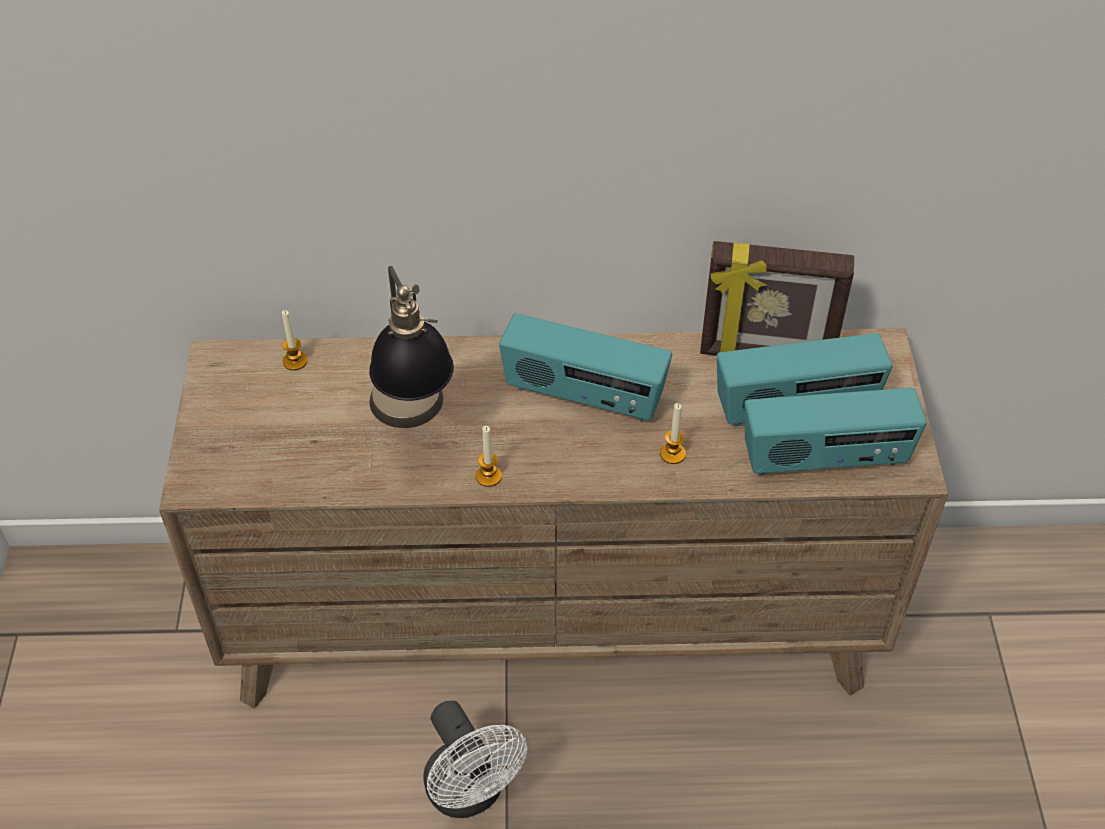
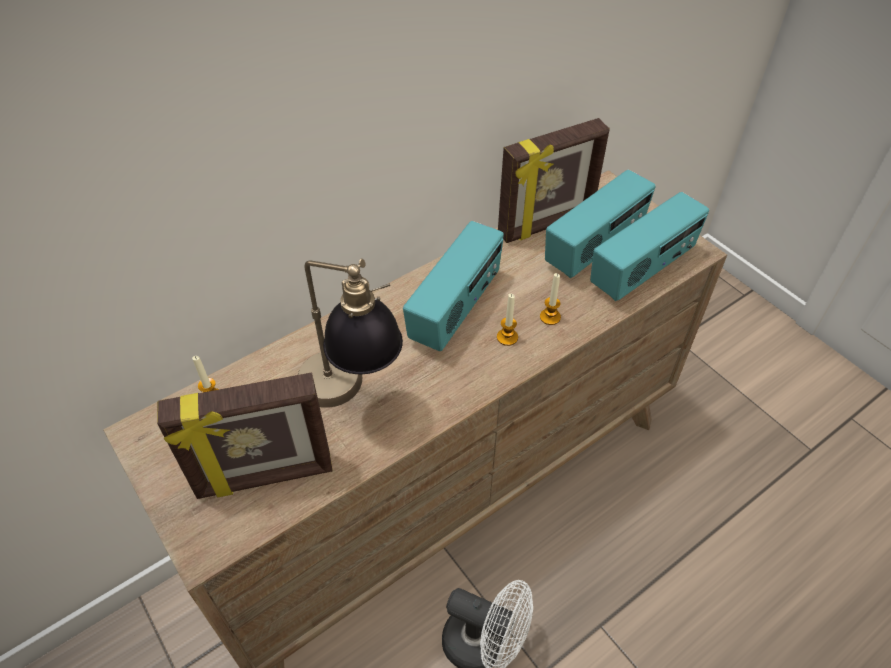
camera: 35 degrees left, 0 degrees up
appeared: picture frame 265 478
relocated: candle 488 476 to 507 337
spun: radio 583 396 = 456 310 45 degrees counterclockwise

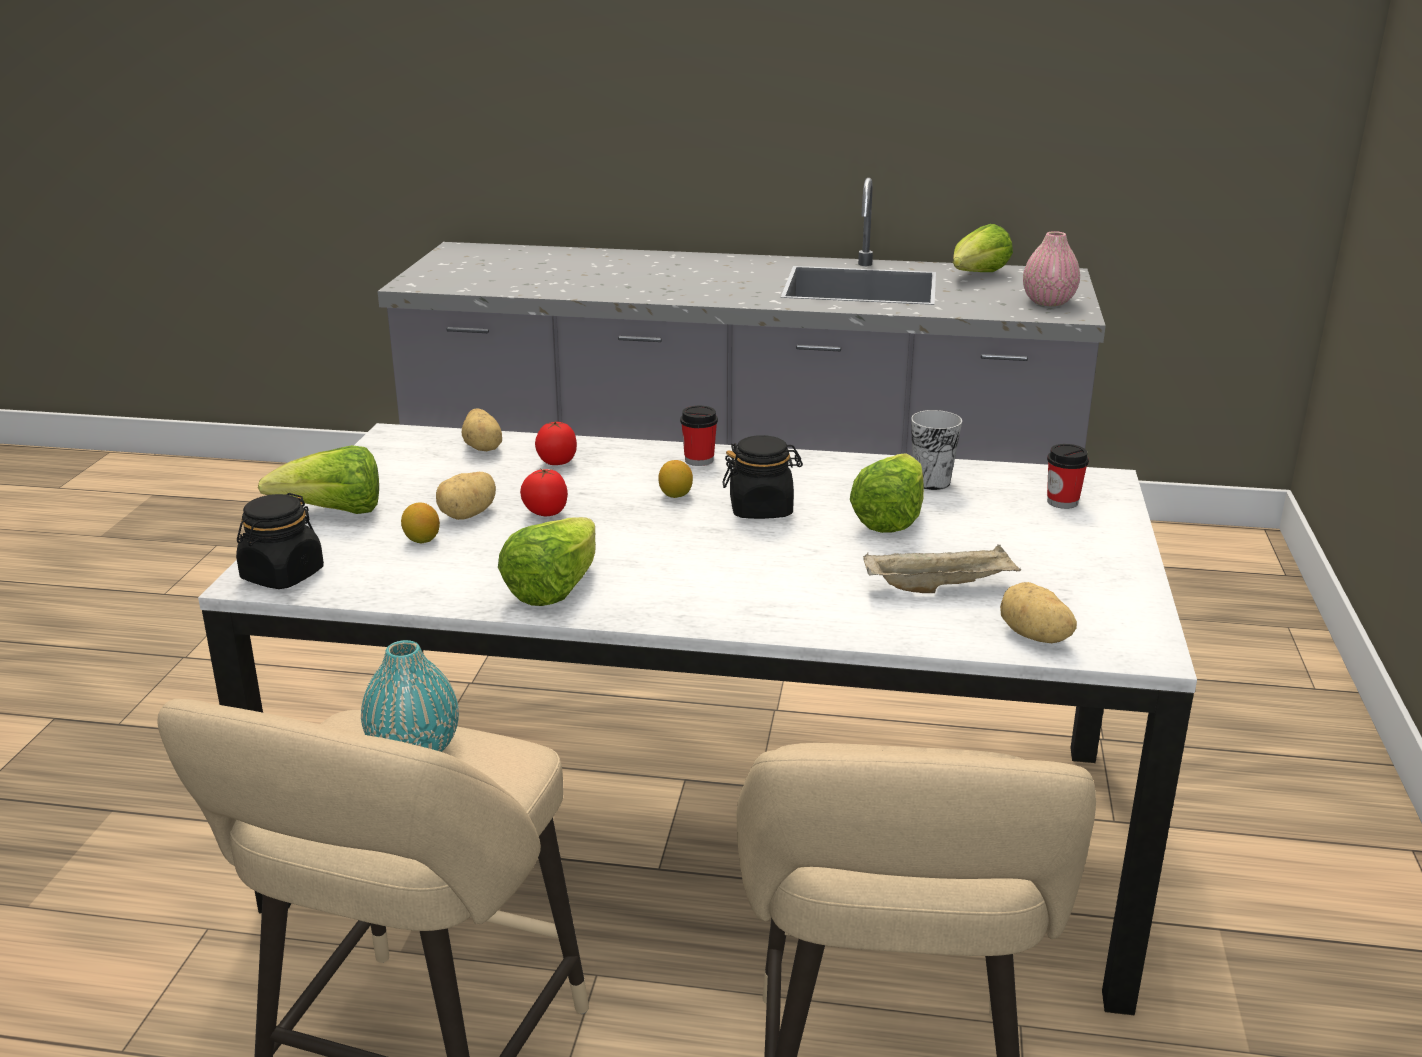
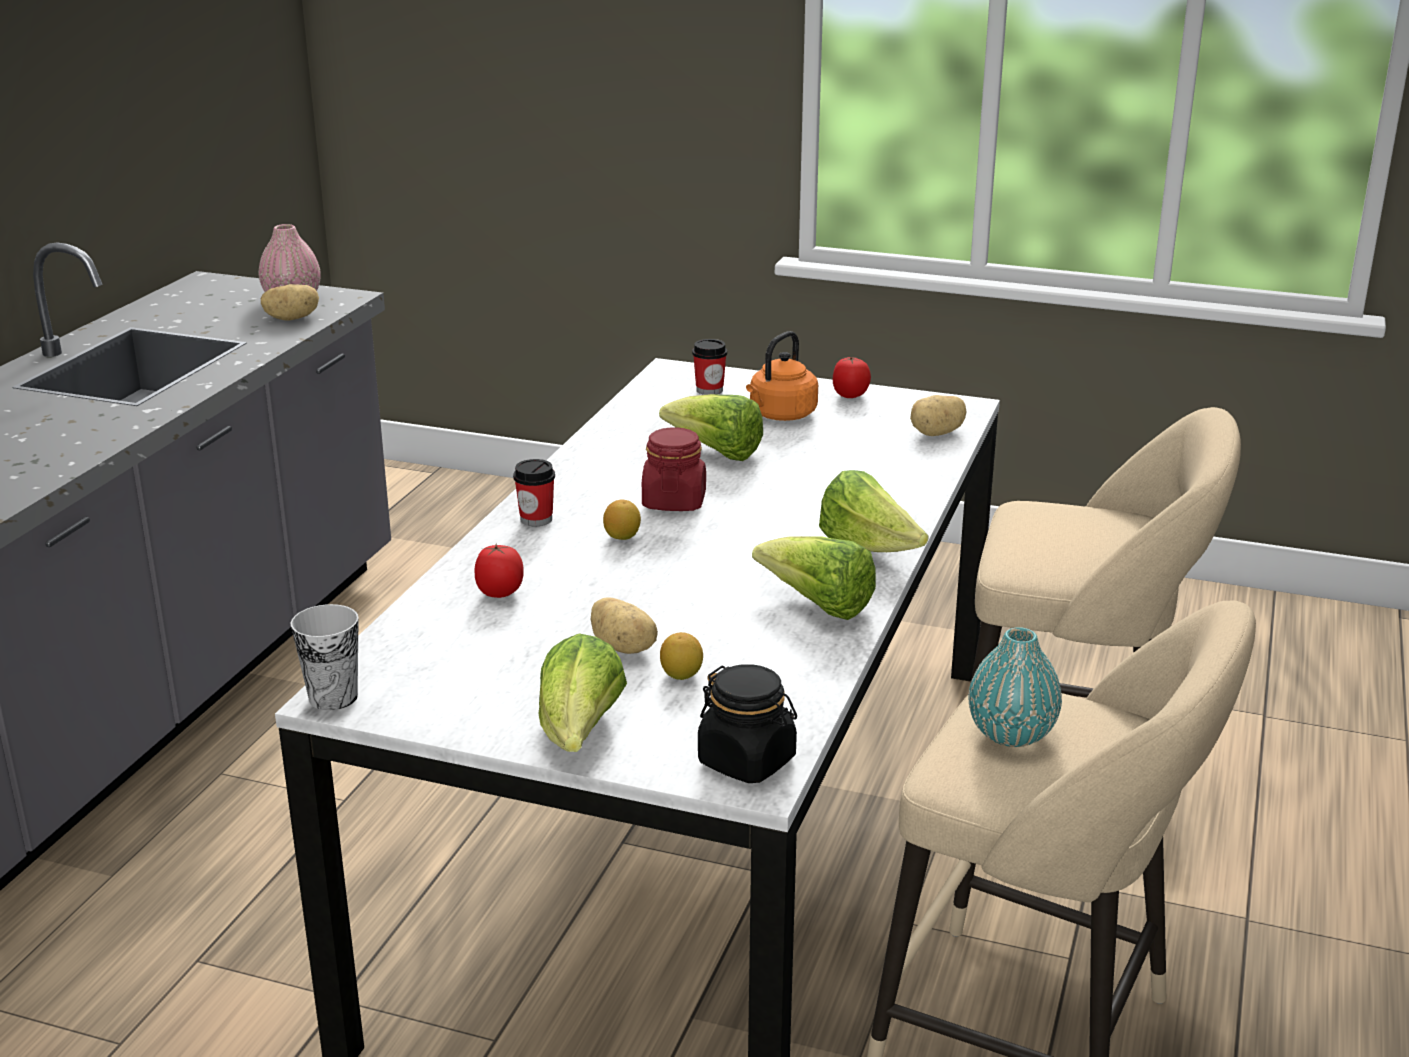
camera: 80 degrees left, 0 degrees up
missing: tray (beige) 940 587
appeared: kettle (orange) 780 415
relocated: potato 483 448 to 292 318; tomato 545 513 to 850 396; cup 931 482 to 333 697; lettuce 978 275 to 868 548
colour: jar (black) 761 509 to jar (red) 674 501

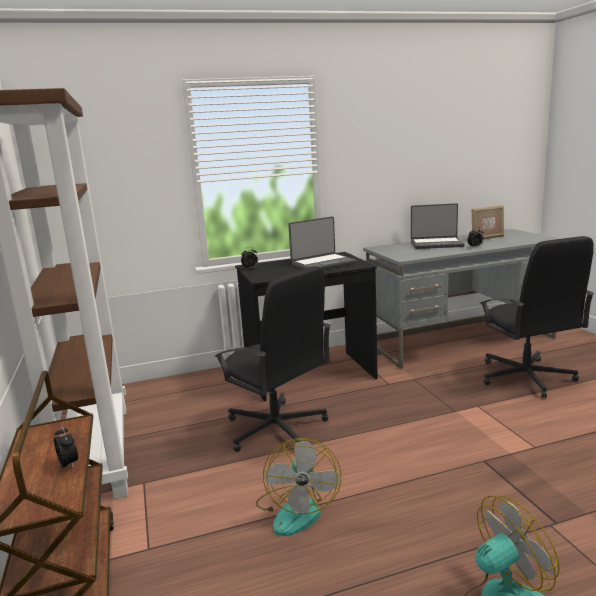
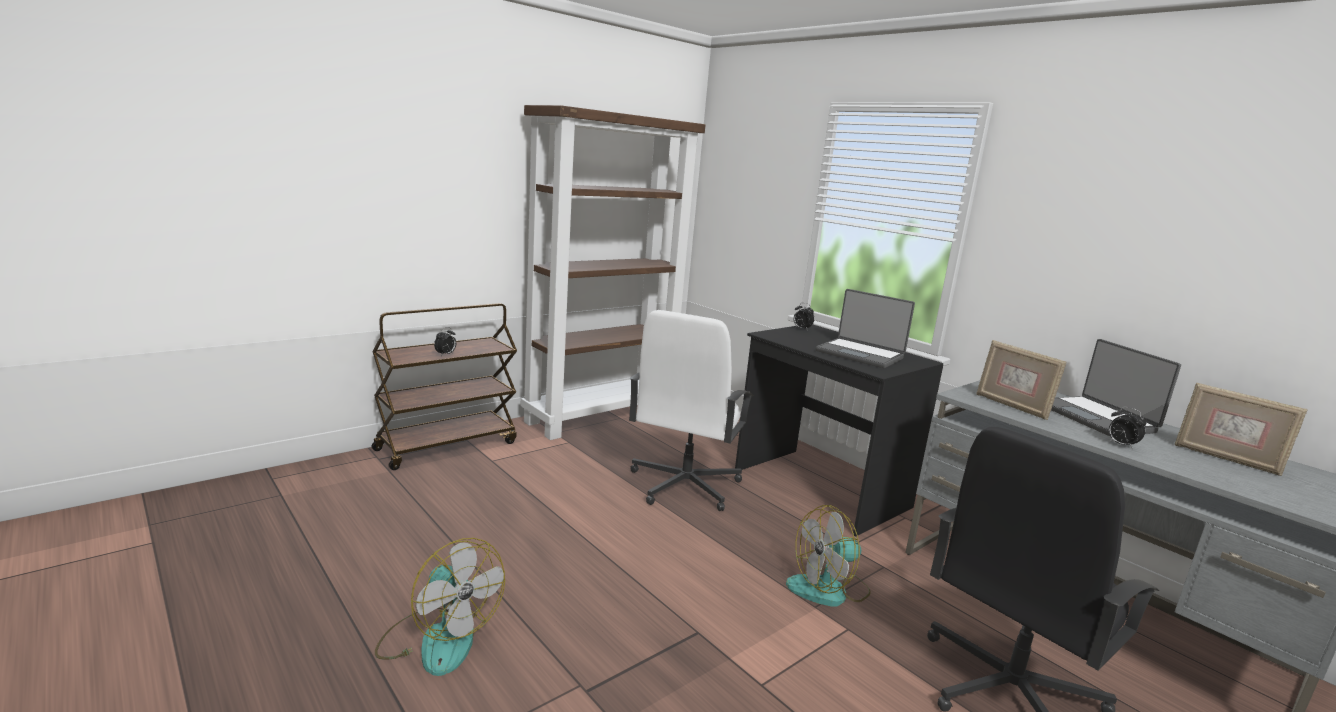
camera: 65 degrees right, 0 degrees up
appeared: picture frame 1012 406
relocated: fan 297 509 to 829 589
colour: office chair (black) 276 429 to office chair (white) 684 485

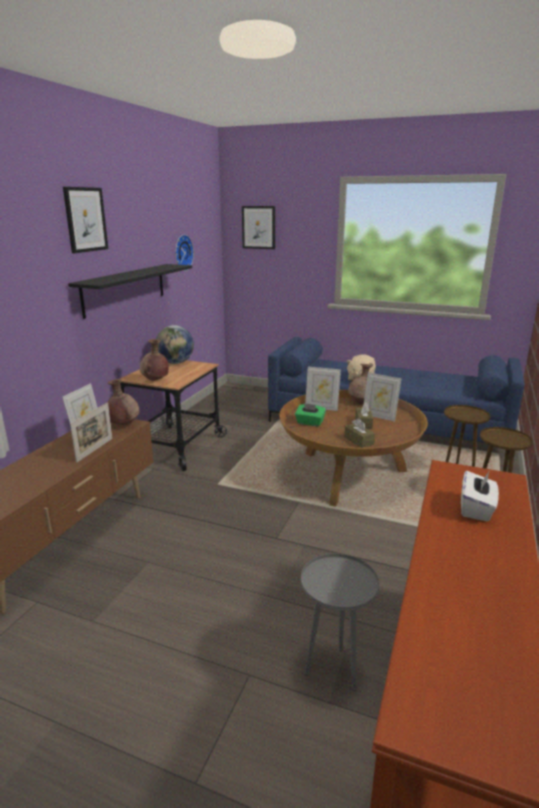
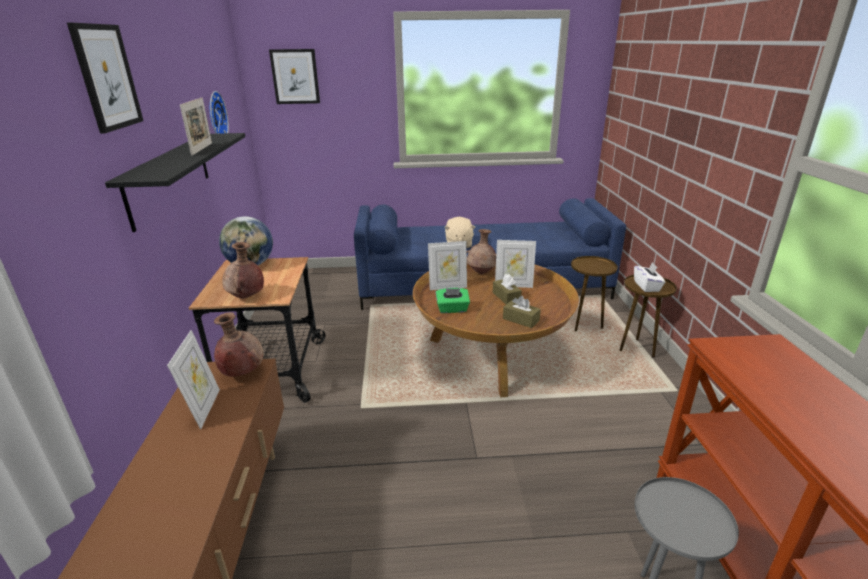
camera: 25 degrees left, 5 degrees up
relocated: picture frame 95 450 to 202 149; tissue box (white) 476 509 to 647 286

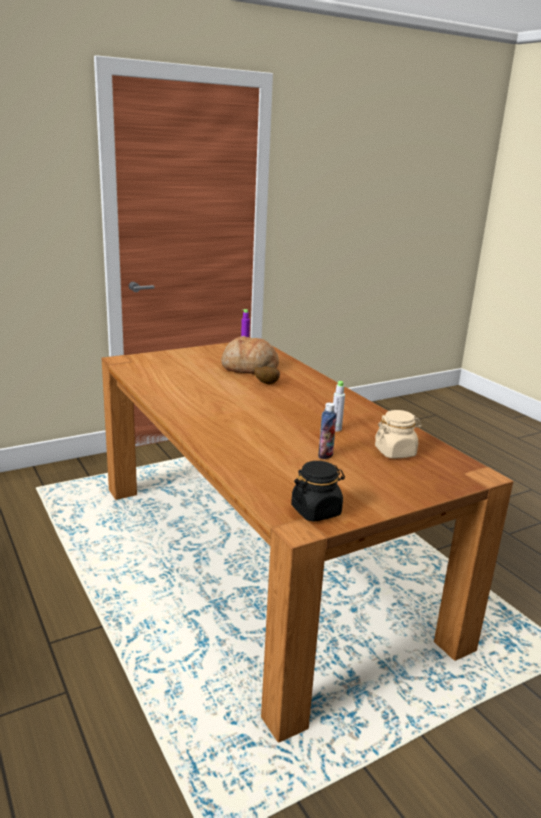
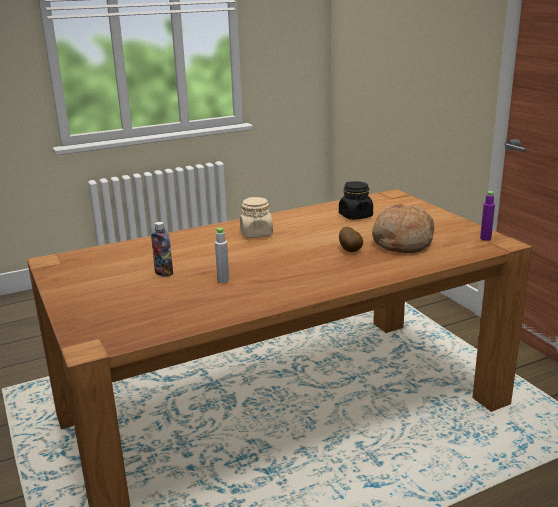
camera: 95 degrees right, 0 degrees up
relocated: jar (black) 316 511 to 356 216; jar (beige) 395 452 to 256 234

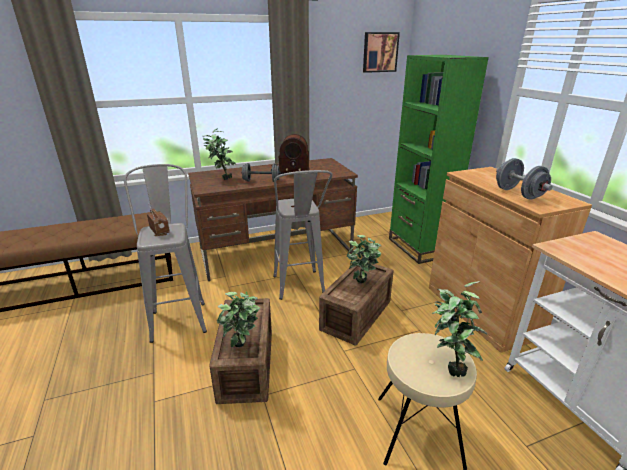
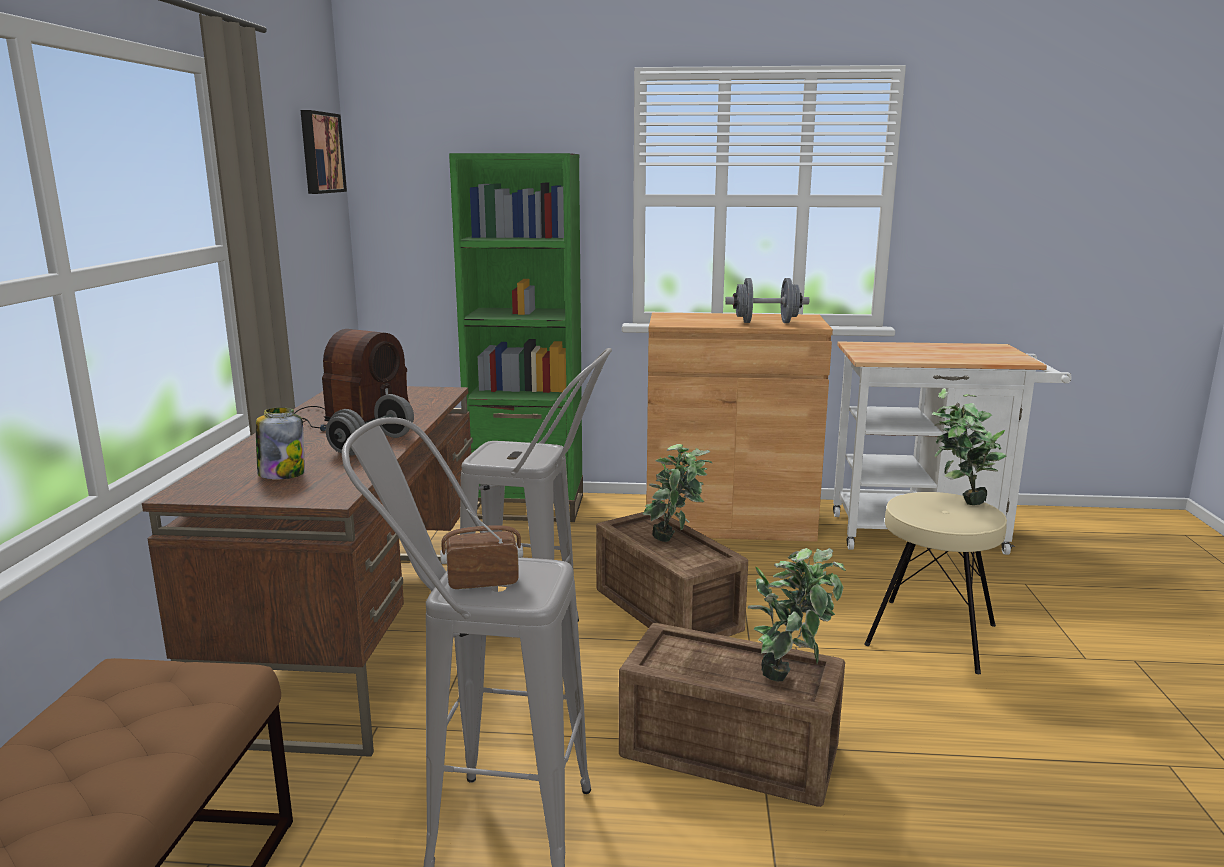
camera: 65 degrees left, 10 degrees down
exchanged: potted plant 222 178 to jar 282 474

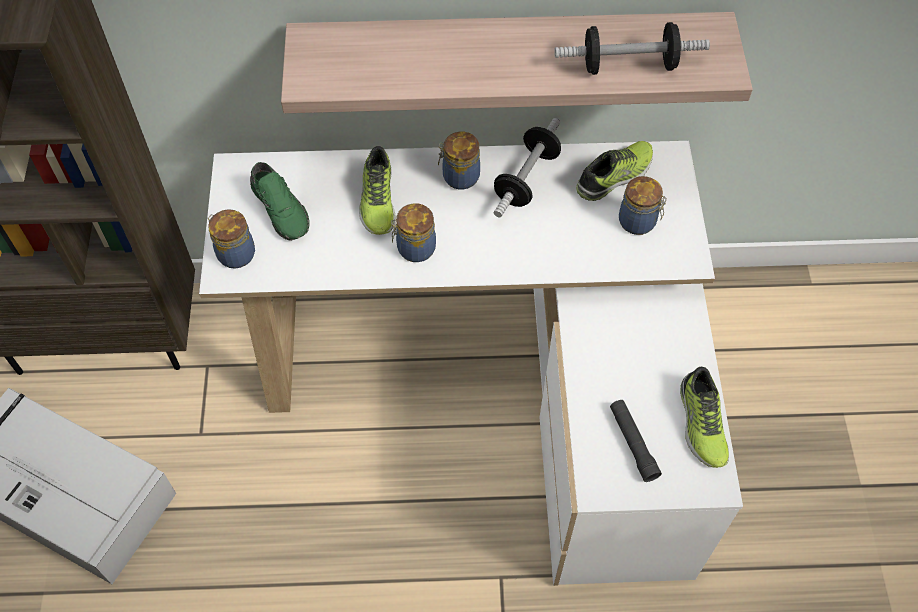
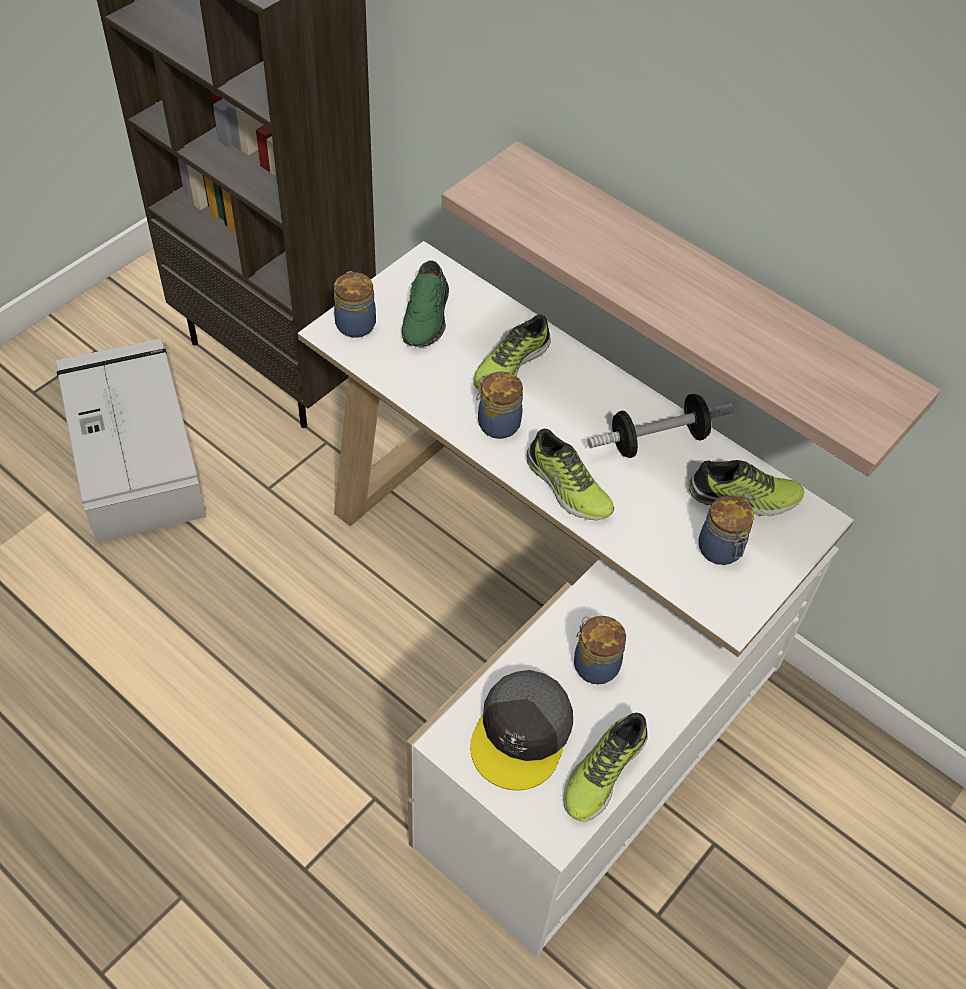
camera: 40 degrees right, 5 degrees down
missing: dumbbell 628 65
appeared: shoe 566 487
relocated: jar 459 176 to 594 664
exchanged: flashlight (black) 633 443 to cap (grey) 522 734

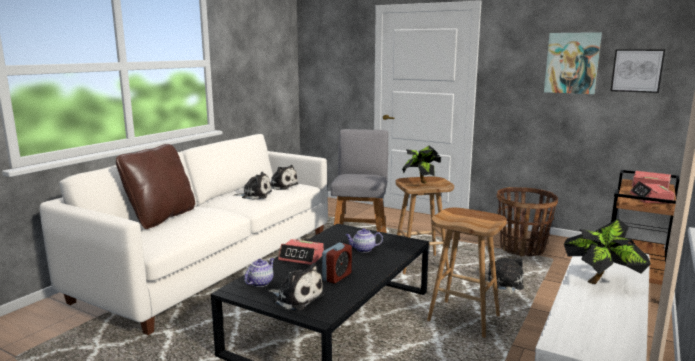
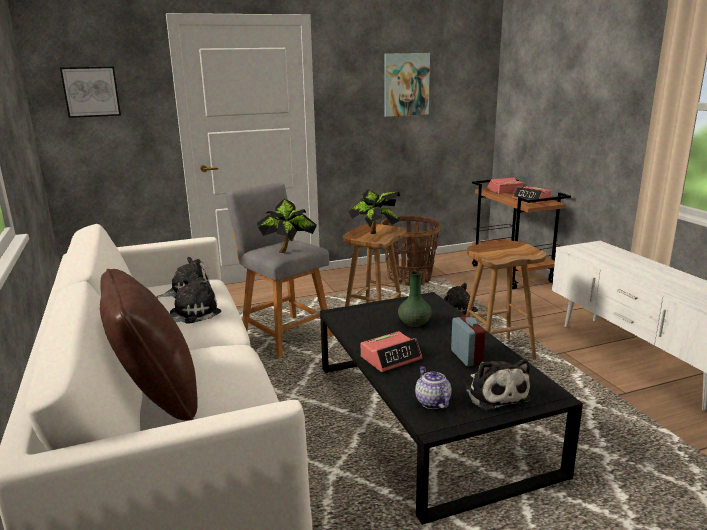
camera: 50 degrees left, 5 degrees up
relocated: potted plant 602 282 to 288 250; picture 637 70 to 91 92
exchanged: teapot 363 249 to vase (green) 414 323
spun: plush toy 296 297 = 495 394 90 degrees clockwise

